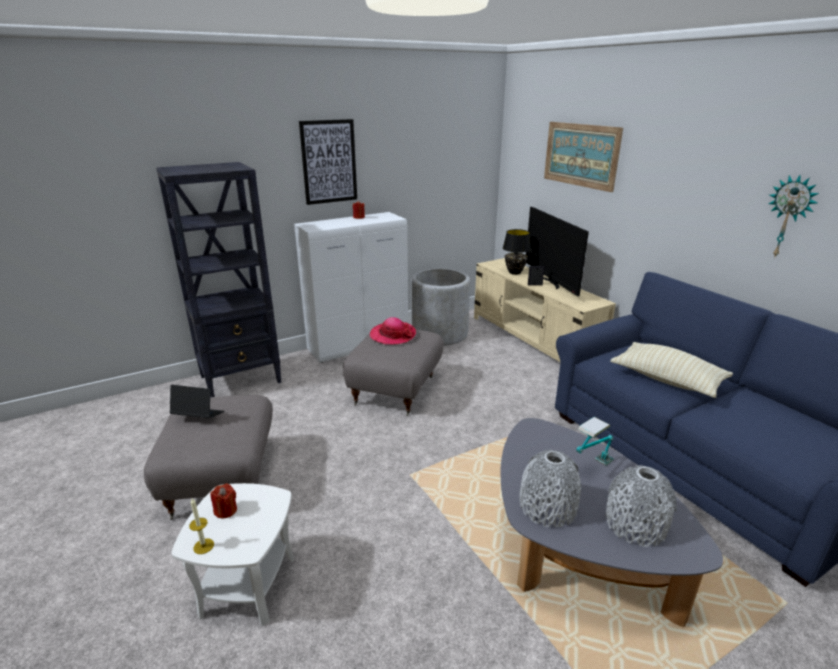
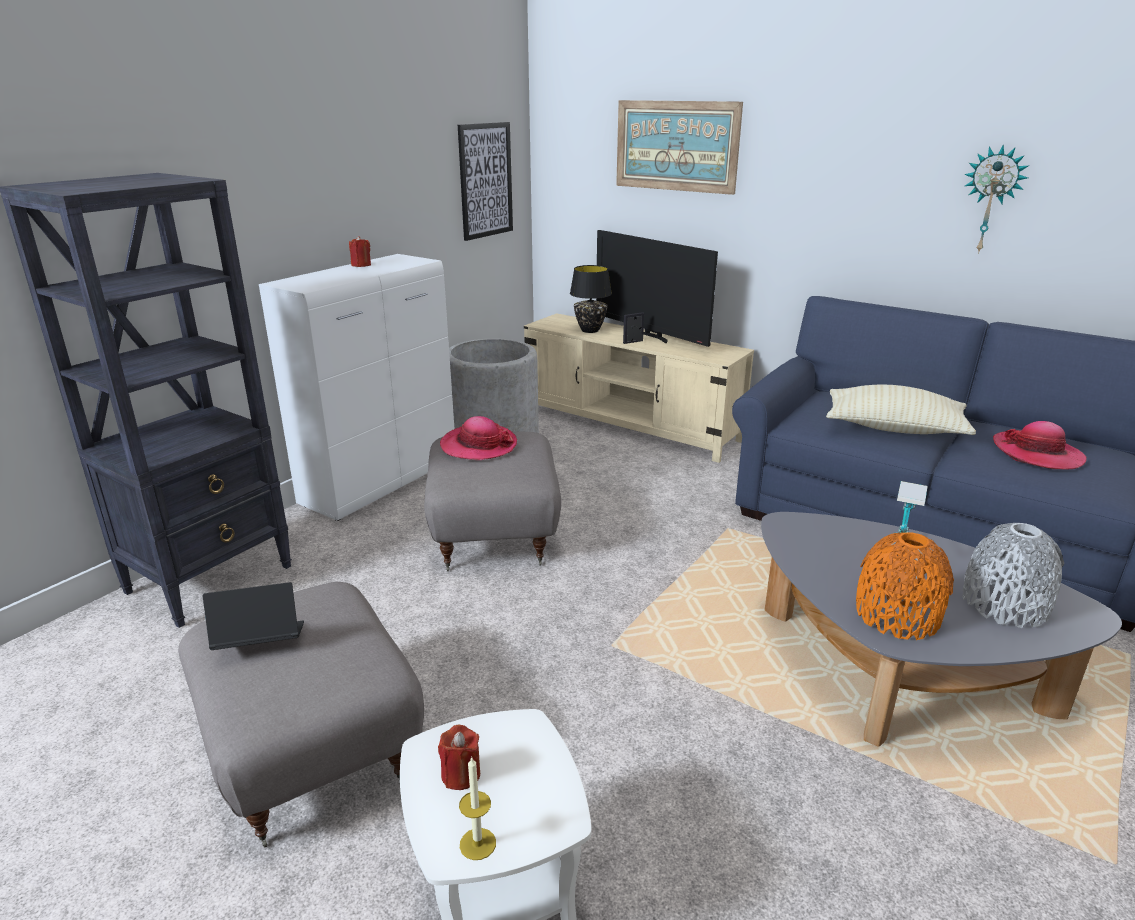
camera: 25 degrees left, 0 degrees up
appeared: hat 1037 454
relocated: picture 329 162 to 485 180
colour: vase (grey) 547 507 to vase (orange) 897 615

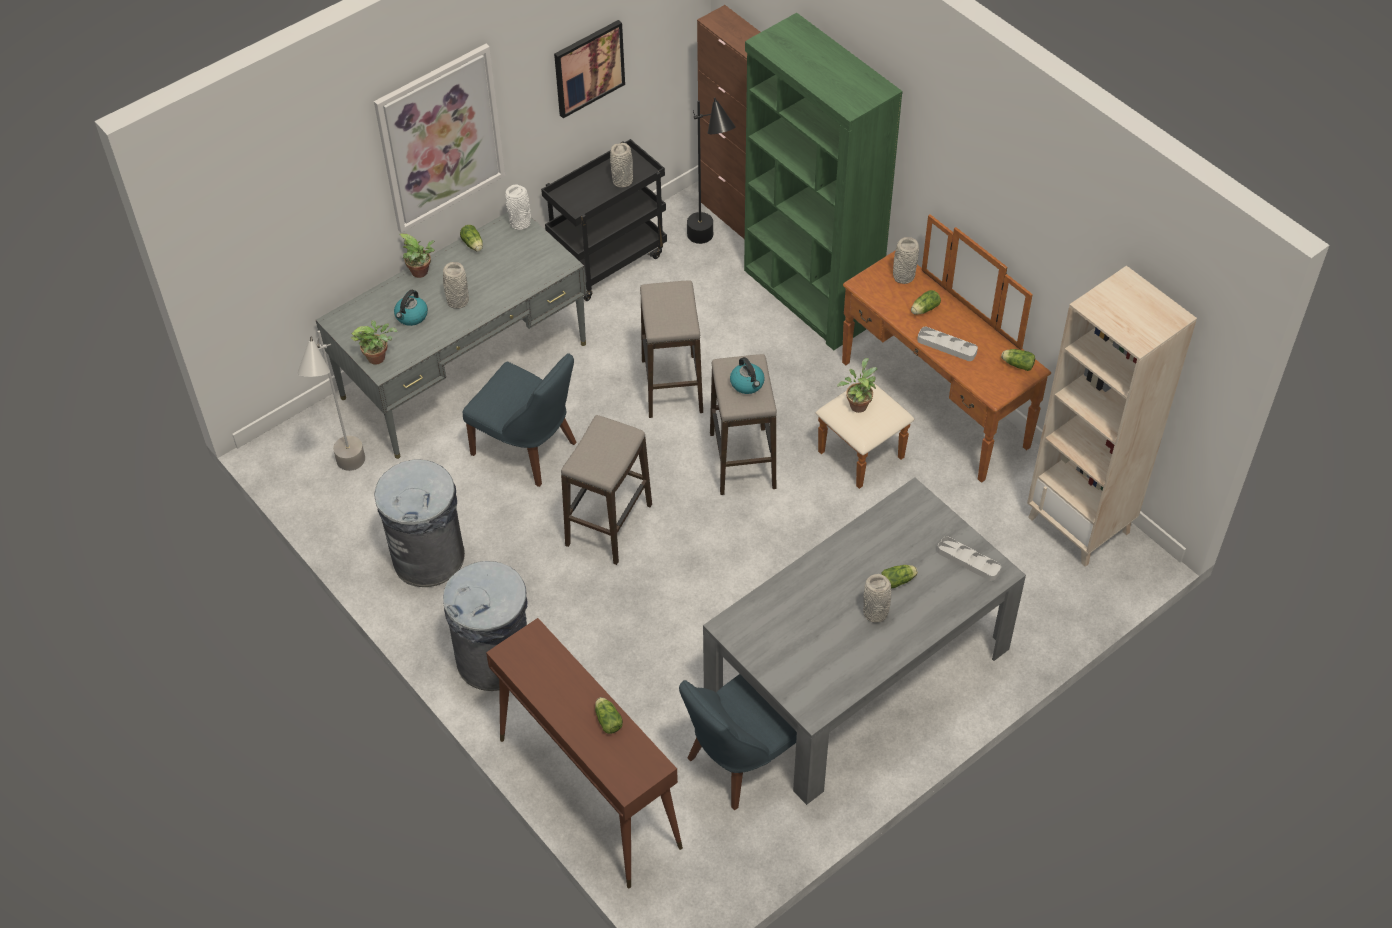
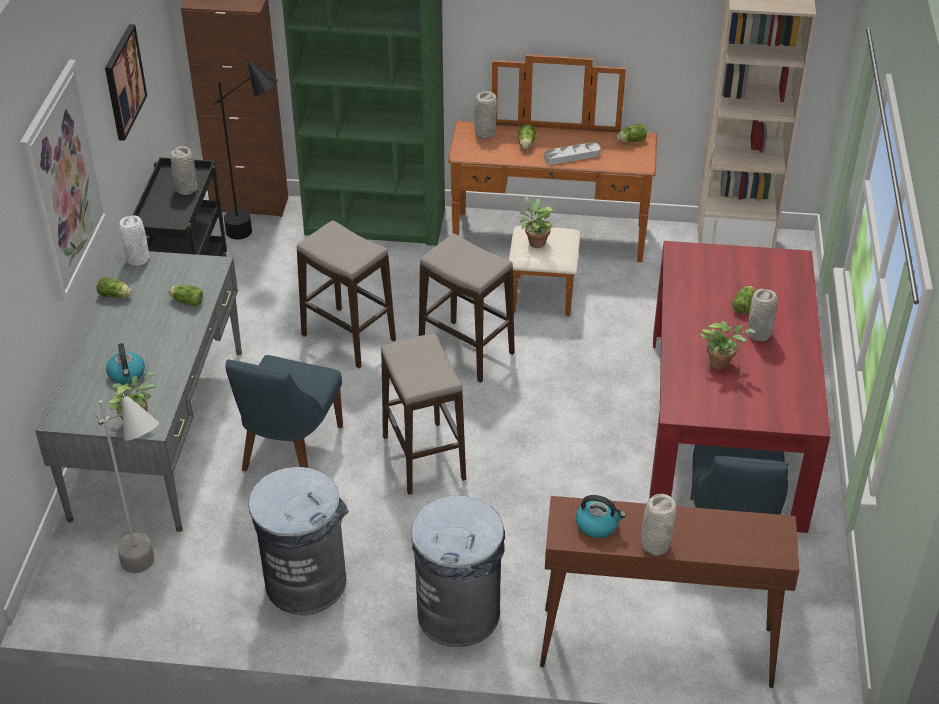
camera: 45 degrees left, 10 degrees down
missing: tray (grey) 968 561
relocated: potted plant 421 273 to 722 363; vase (grey) 457 301 to 654 545; lettuce 607 719 to 186 301; kettle 747 384 to 597 525
colour: dining table (grey) 858 673 to dining table (red) 724 426
spun: chair (blue) 528 450 = 289 451 120 degrees clockwise

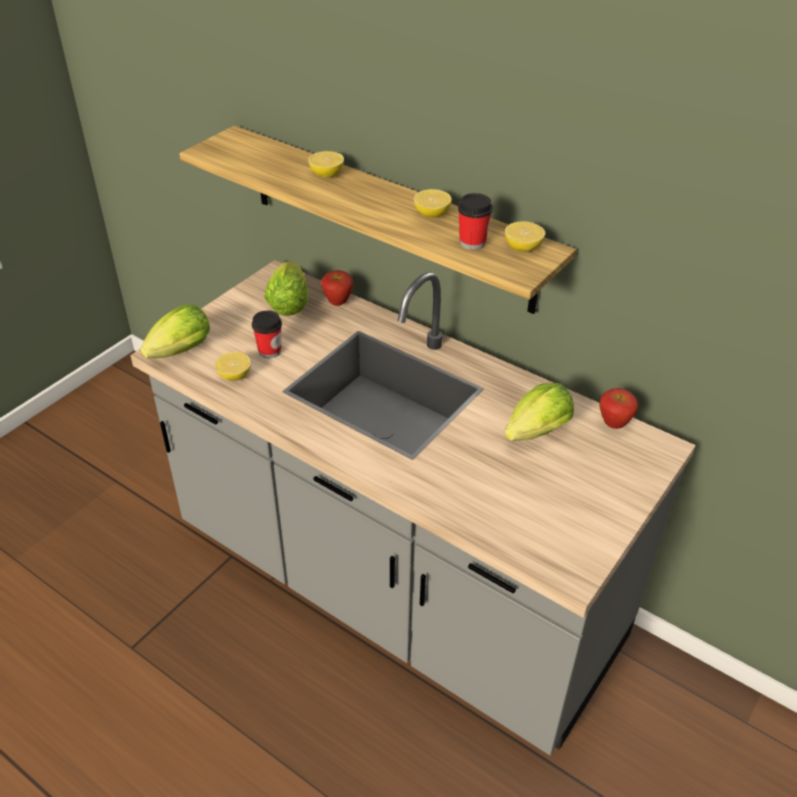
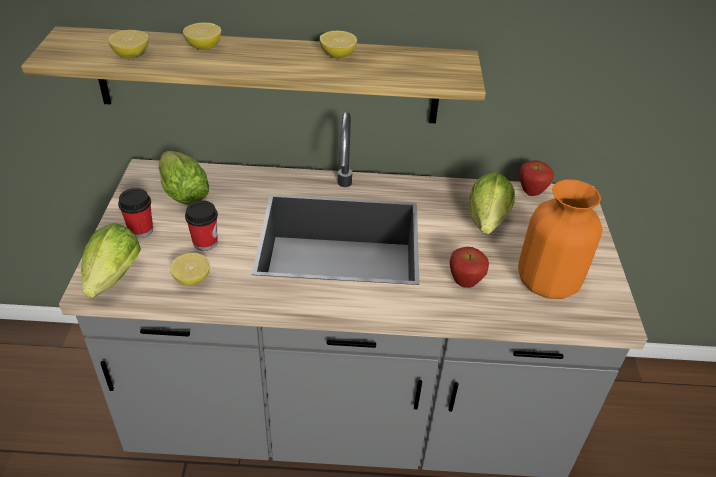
camera: 35 degrees left, 0 degrees up
appeared: vase (orange) 547 282
relocated: apple 338 303 to 465 283; cup 472 242 to 141 230; lemon 523 248 to 131 55

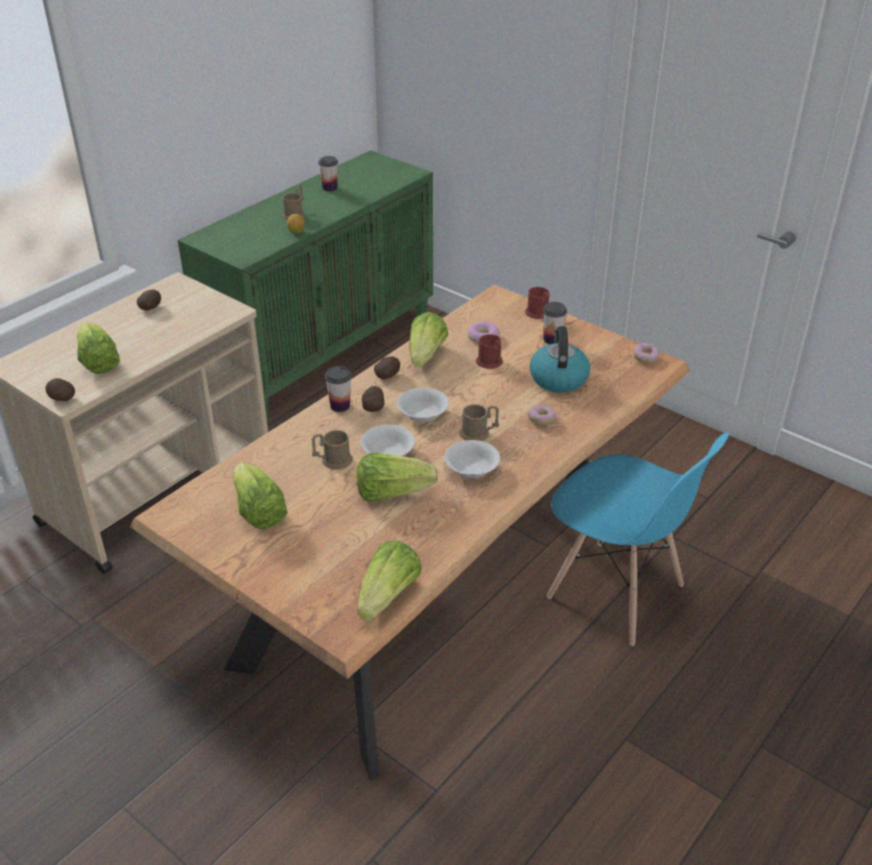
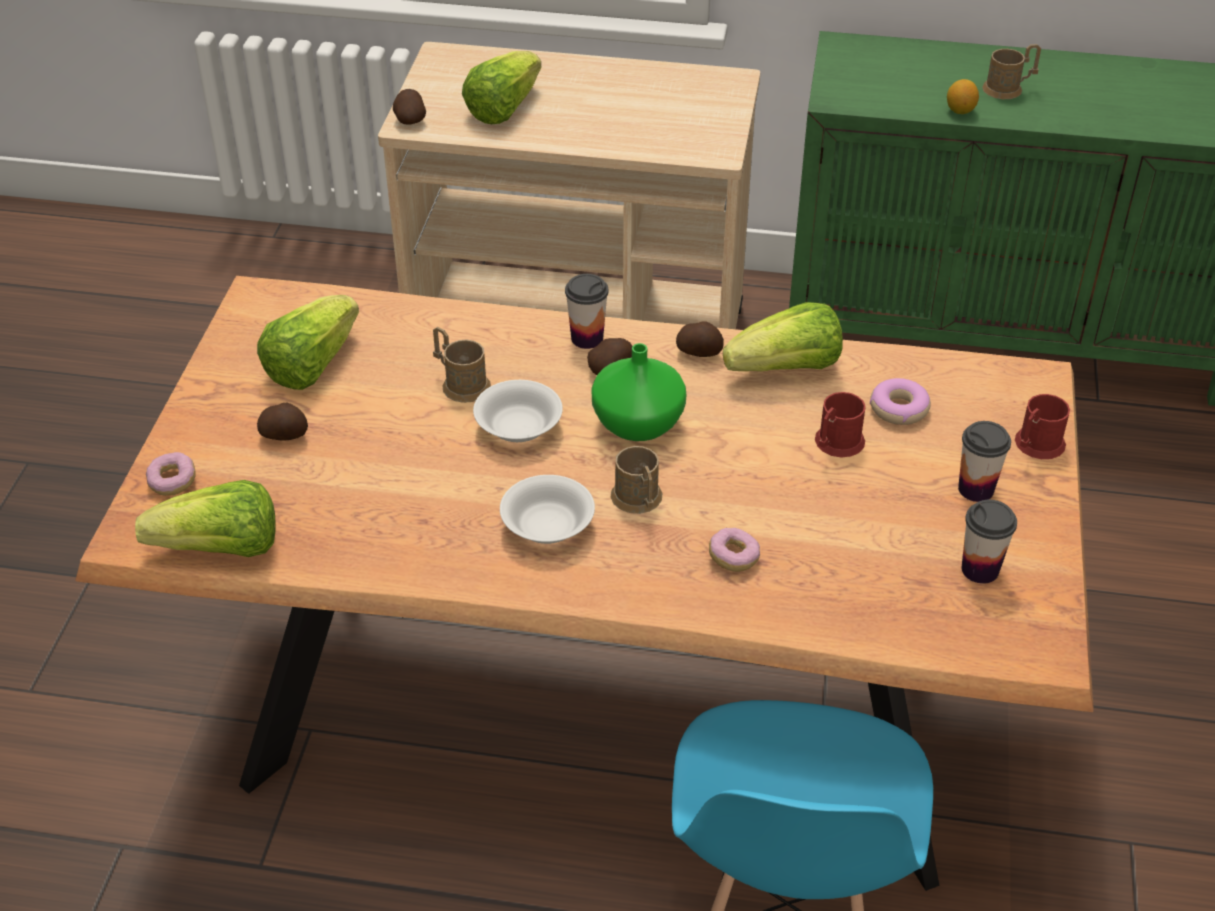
camera: 60 degrees right, 5 degrees up
missing: lettuce 392 492; kettle 558 378
relocated: potato 151 308 to 285 435; cup 329 188 to 980 569; donut 645 358 to 172 482
exchanged: bowl (white) 423 414 to vase (green) 636 424

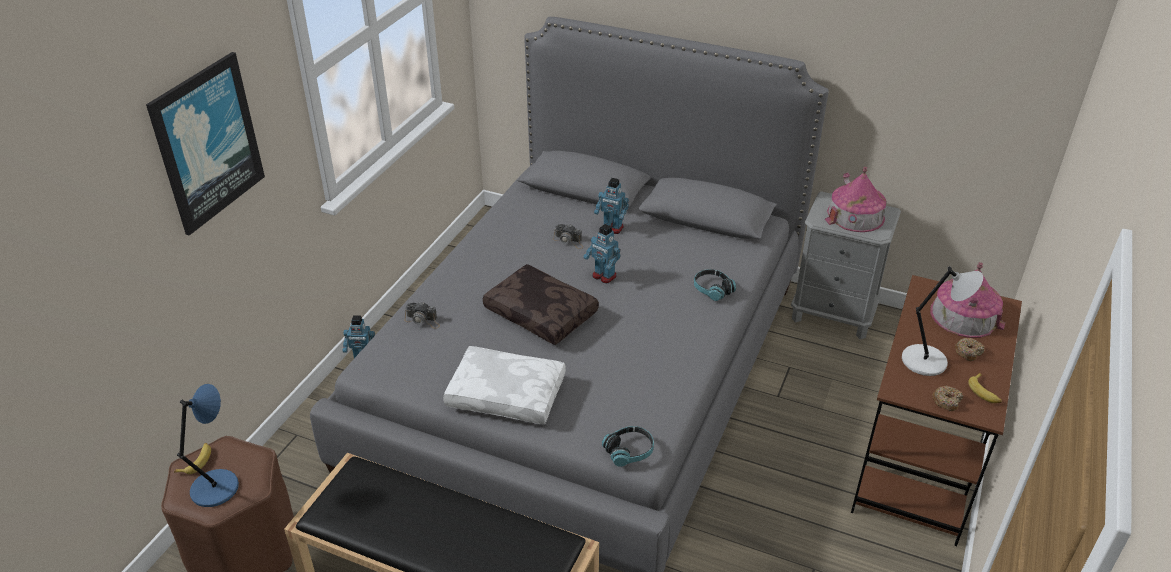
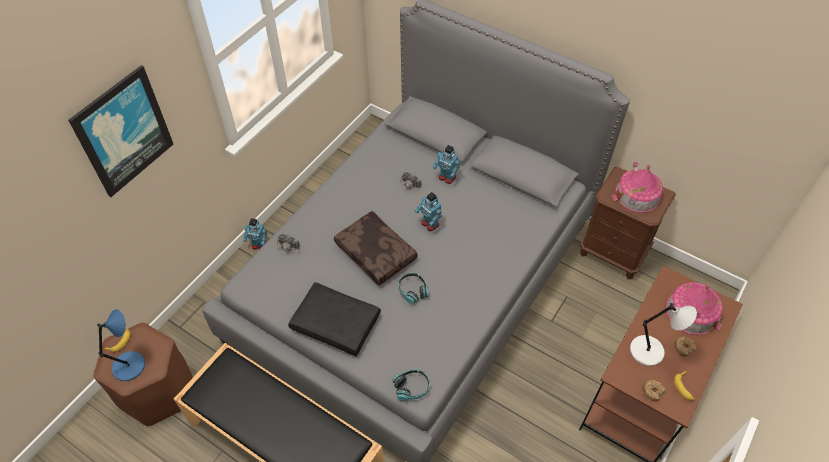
camera: 10 degrees right, 15 degrees up
relocated: headphones 712 290 to 412 290
colour: pillow (white) 507 393 to pillow (black) 337 322; nightstand (grey) 834 314 to nightstand (brown) 613 253

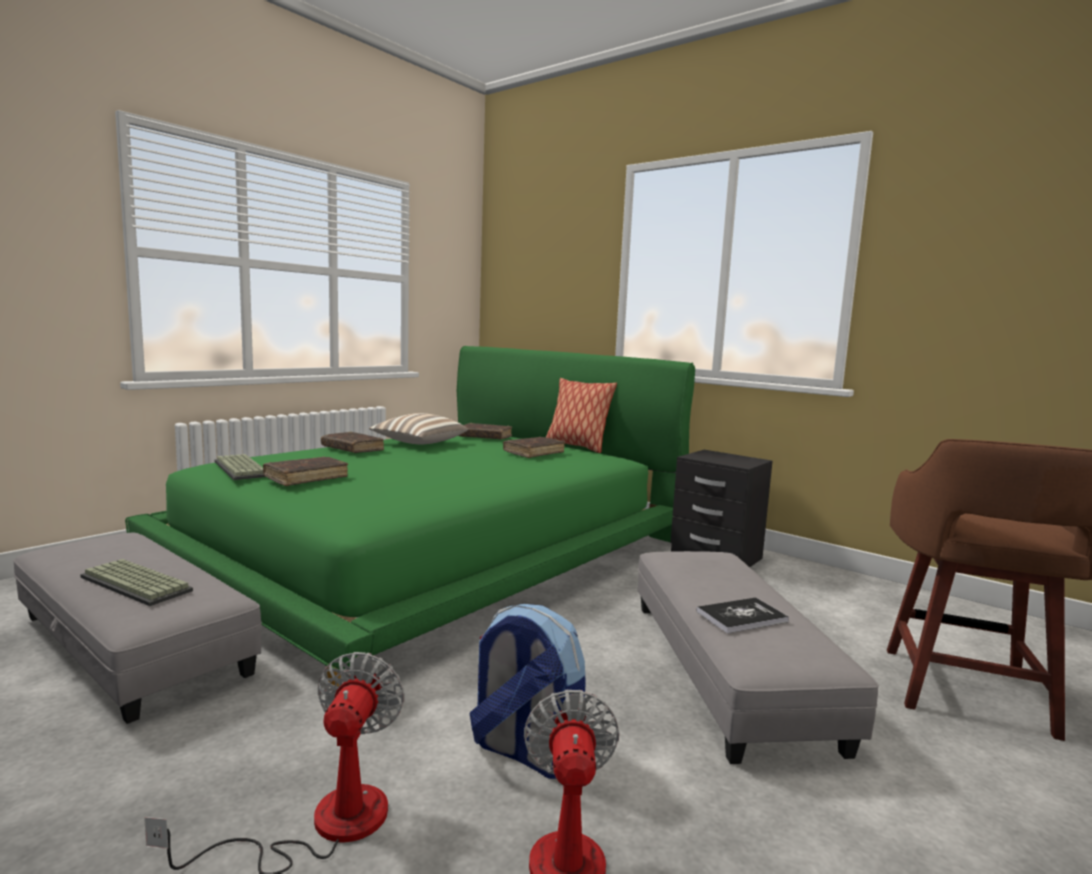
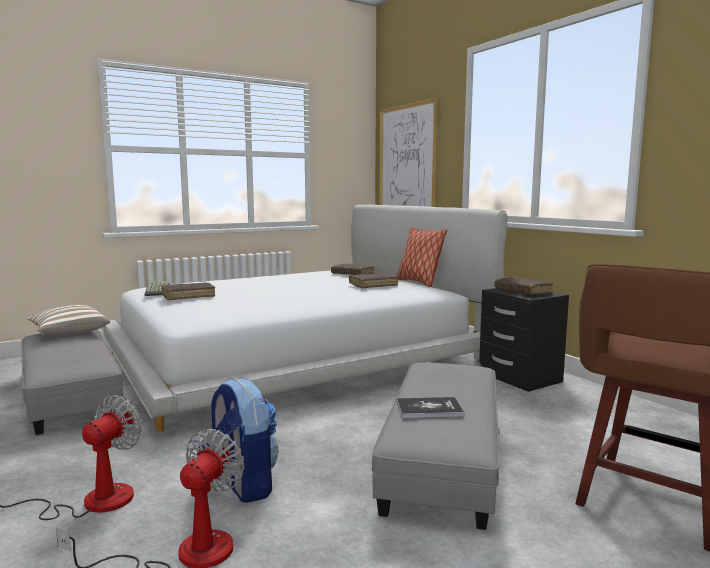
camera: 20 degrees right, 0 degrees up
missing: keyboard 138 583
appeared: picture 407 163
relocated: book (brown) 352 449 to 522 291; pillow 418 443 to 69 333
colour: bed (green) 435 549 to bed (white) 297 356

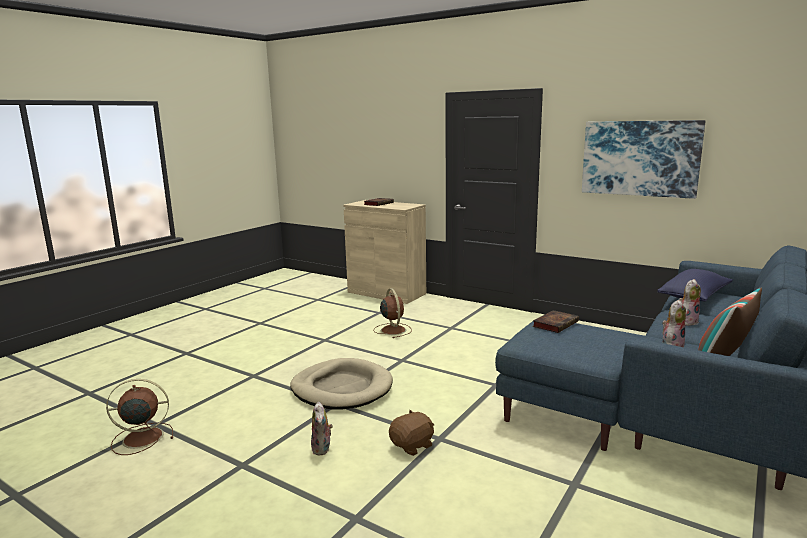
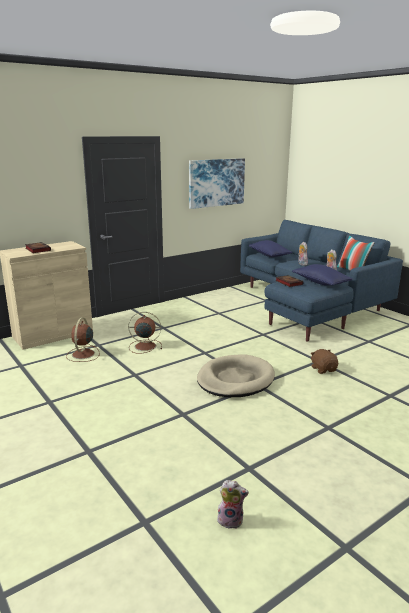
camera: 70 degrees left, 5 degrees up
appeared: pillow (blue) 320 283
relocated: fan (brown) 141 438 to 83 354; plush toy 322 449 to 231 520

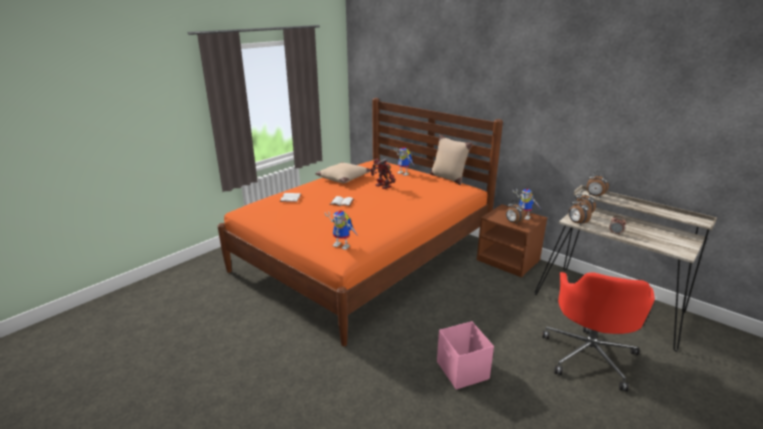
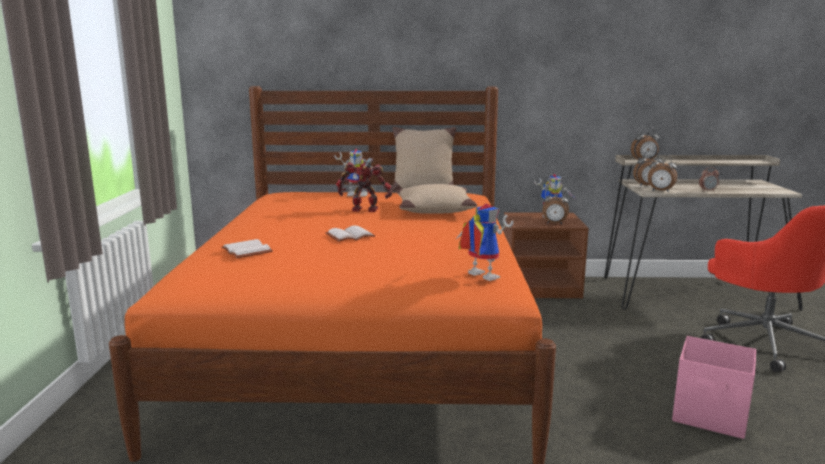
camera: 40 degrees left, 10 degrees down
relocated: pillow (beige) 343 178 to 434 209
spun: toy robot 343 245 = 478 276 120 degrees counterclockwise

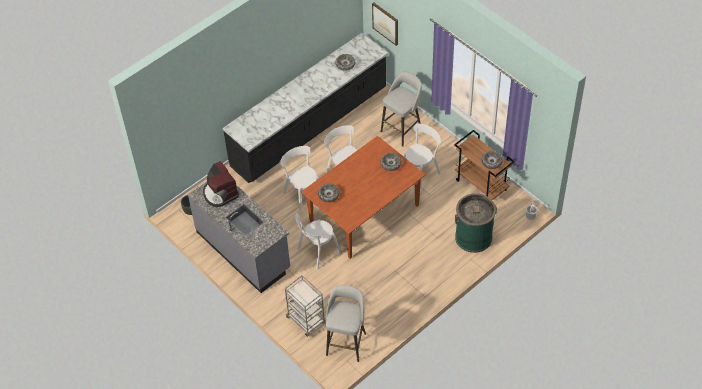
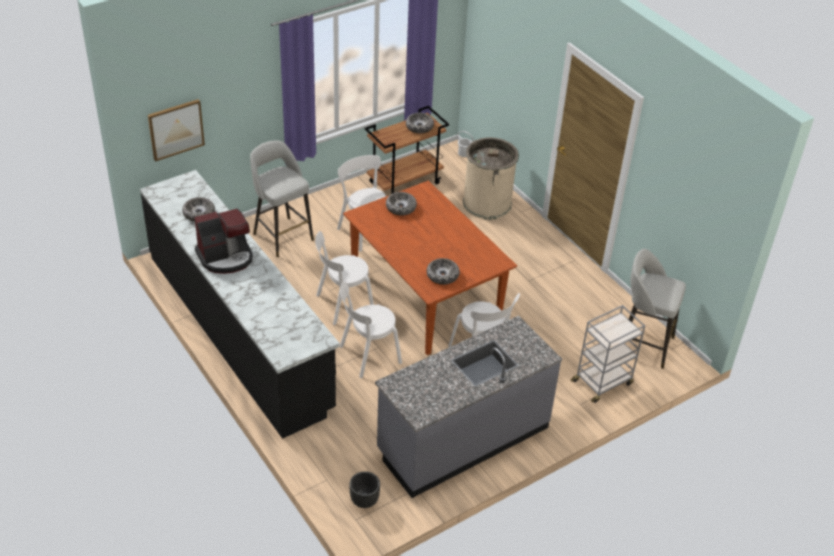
camera: 85 degrees left, 10 degrees down
relocated: coffee machine 220 193 to 226 257
colour: trash can (green) 473 237 to trash can (beige) 487 203

